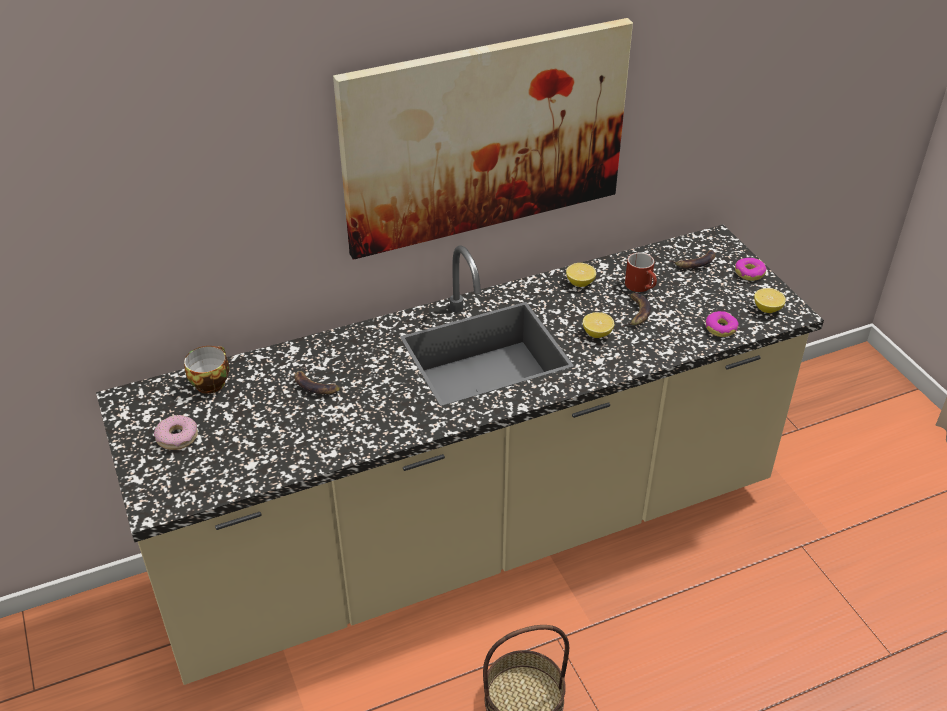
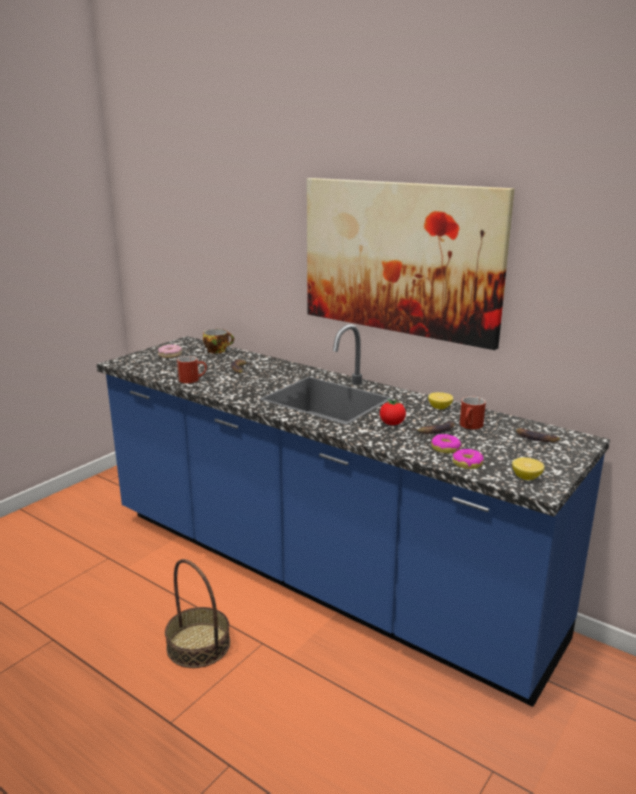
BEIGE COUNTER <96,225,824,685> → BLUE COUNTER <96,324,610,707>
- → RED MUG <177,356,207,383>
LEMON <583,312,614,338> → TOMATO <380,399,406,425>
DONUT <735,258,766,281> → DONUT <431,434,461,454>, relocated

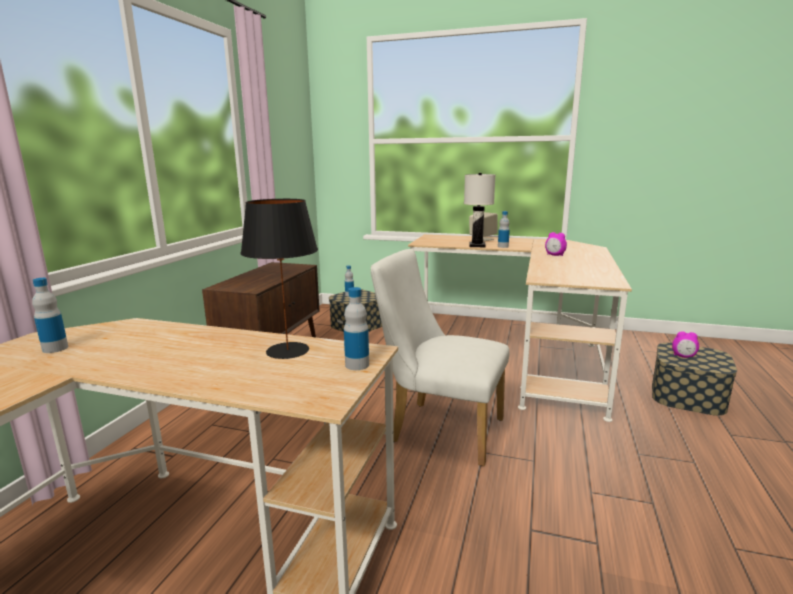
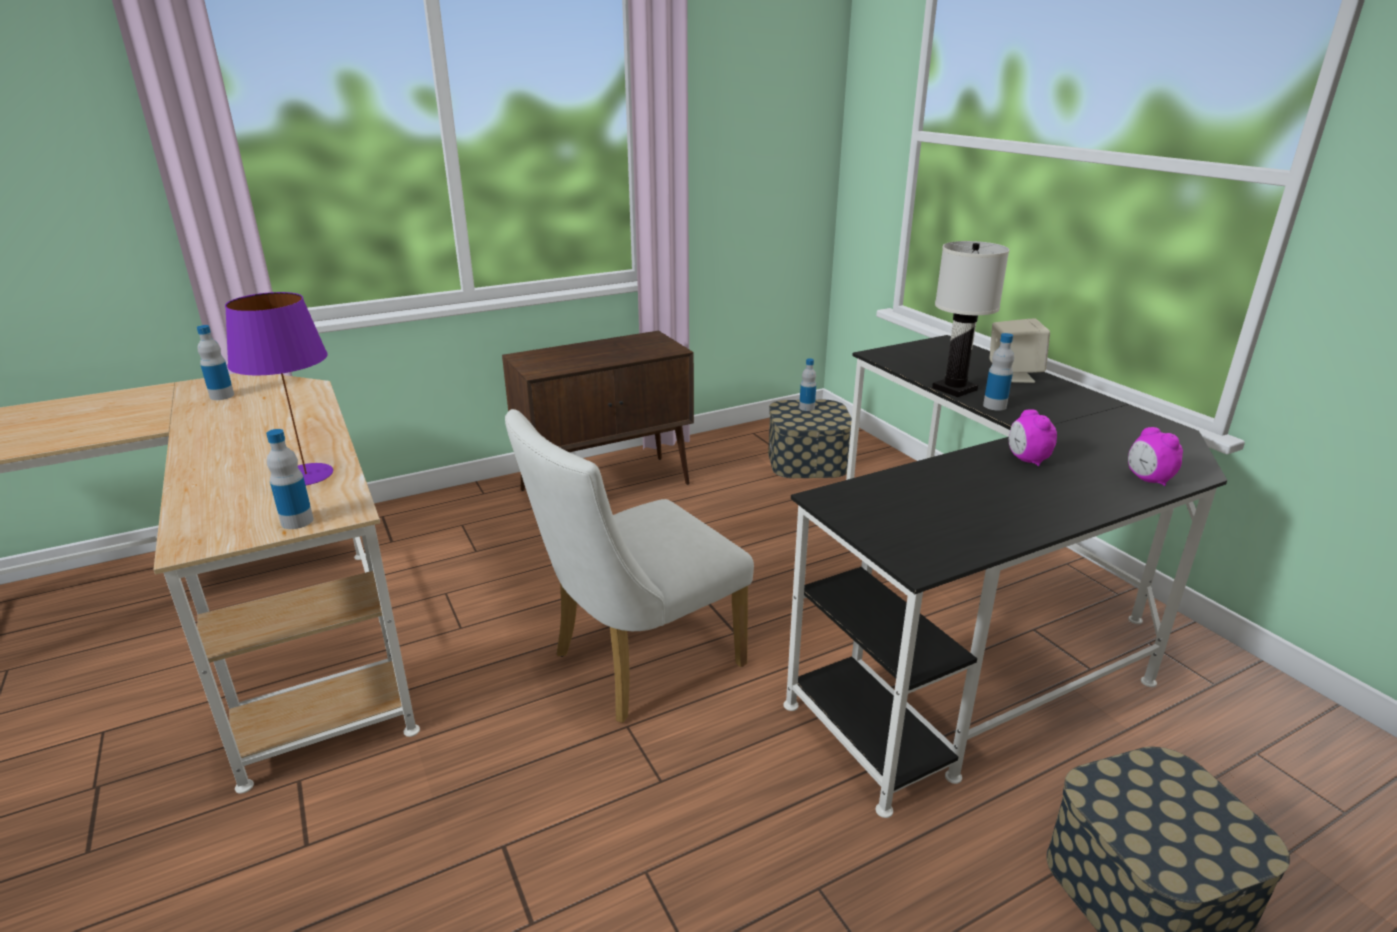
BLACK TABLE LAMP <240,199,318,359> → PURPLE TABLE LAMP <225,292,333,485>
WHITE CHAIR <371,249,510,466> → WHITE CHAIR <505,409,754,723>, 105 degrees counterclockwise
BEIGE DESK <408,234,632,422> → BLACK DESK <784,335,1227,818>
ALARM CLOCK <672,331,699,358> → ALARM CLOCK <1128,427,1183,486>, relocated

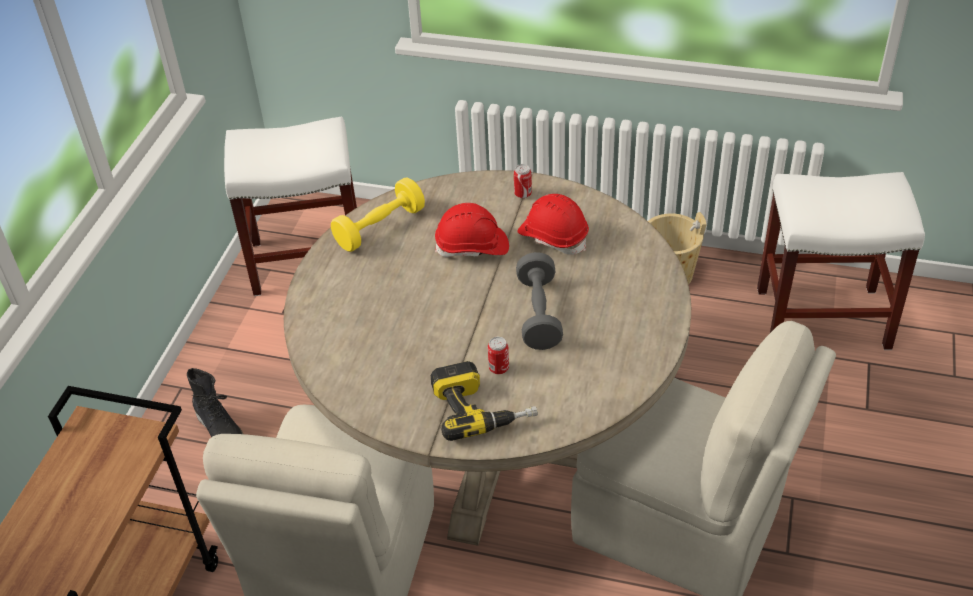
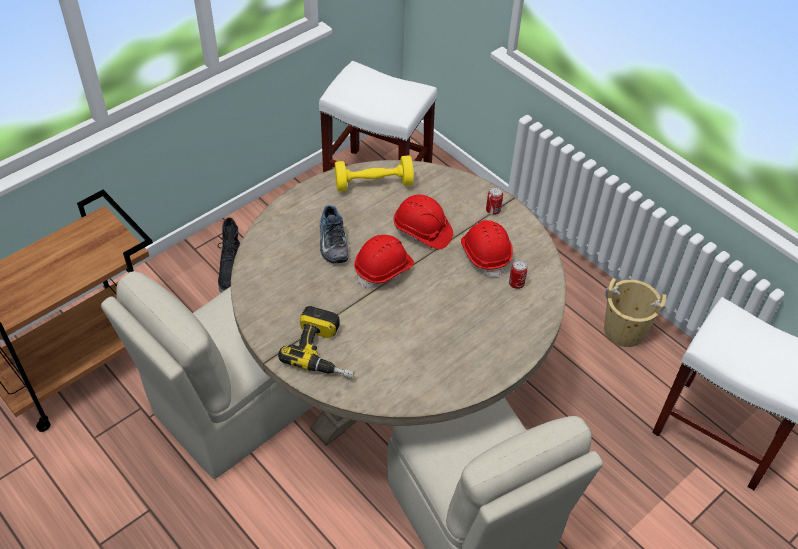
- → SHOE <320,205,349,263>
- → RED HARD HAT <354,235,414,288>
CAN <488,337,509,374> → CAN <509,260,528,289>, relocated
GREY DUMBBELL <516,252,563,350> → -

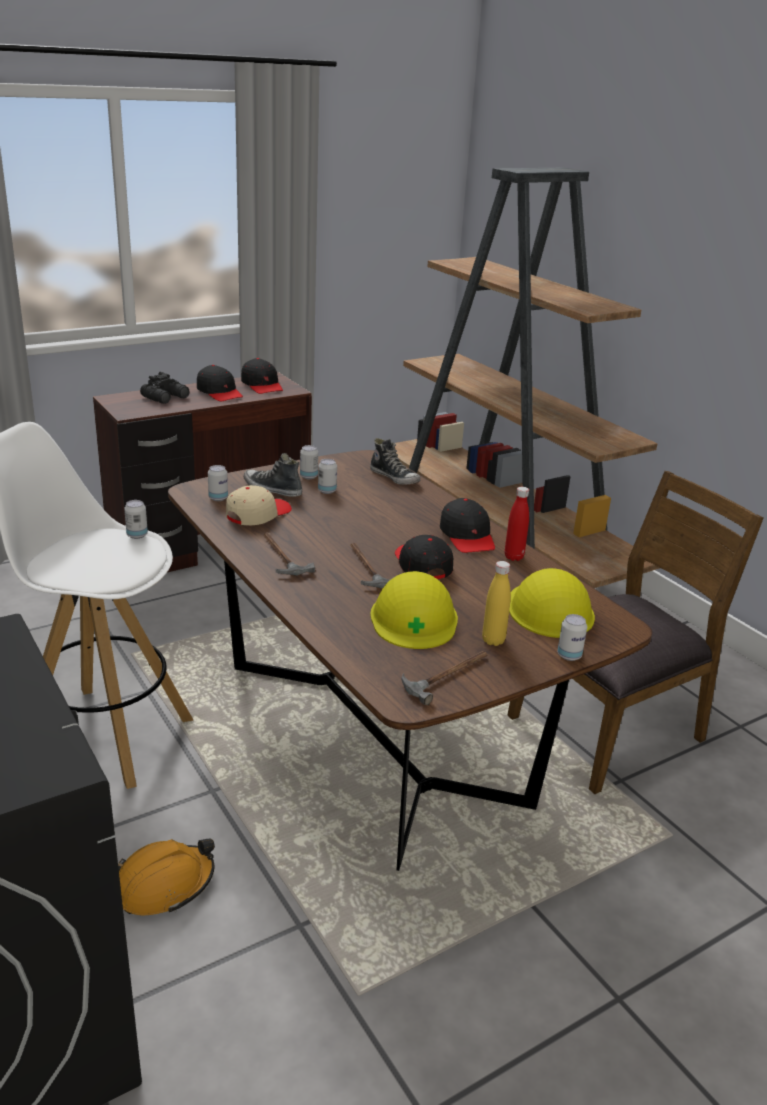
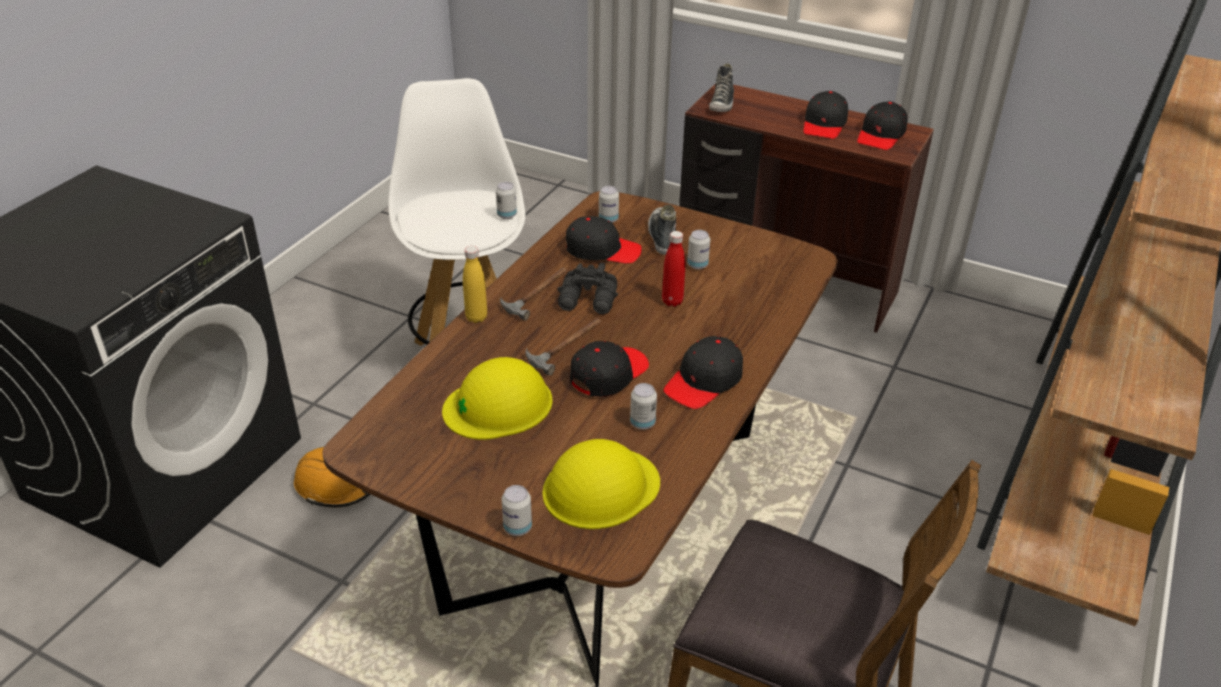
YELLOW BOTTLE <482,561,511,646> → YELLOW BOTTLE <463,246,487,323>, relocated
BLACK BINOCULARS <140,372,189,404> → BLACK BINOCULARS <557,263,618,314>, relocated
BEIGE CAP <226,485,292,526> → BLACK CAP <566,216,642,263>
CAN <300,445,318,479> → CAN <630,383,657,430>, relocated
RED BOTTLE <505,487,529,561> → RED BOTTLE <662,231,685,307>, relocated
SHOE <370,438,421,485> → SHOE <709,63,734,113>, relocated
HAMMER <401,651,488,705> → -

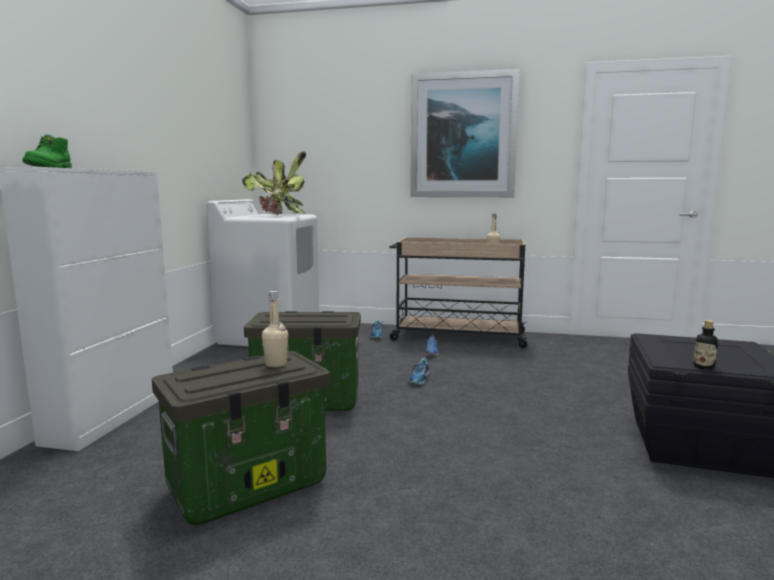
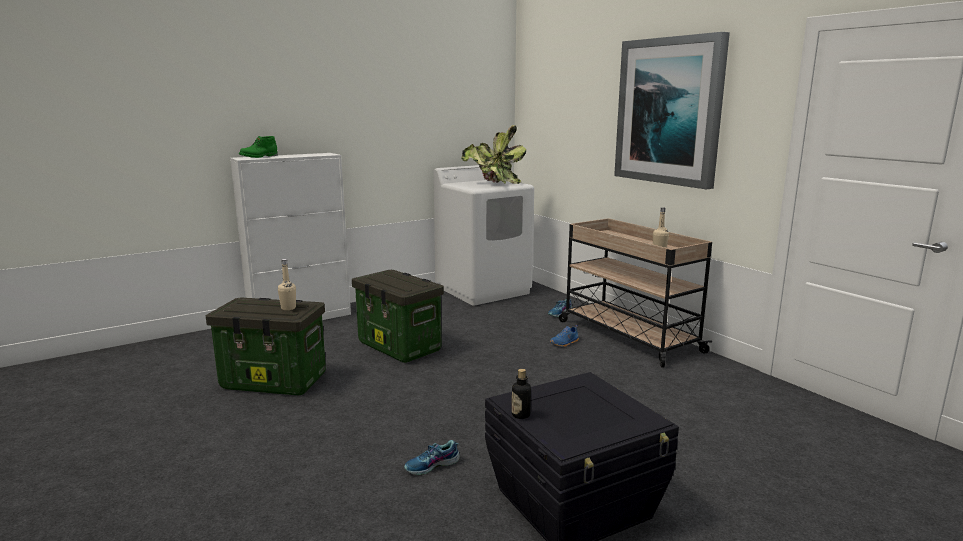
SHOE <408,358,430,385> → SHOE <404,440,460,475>, relocated

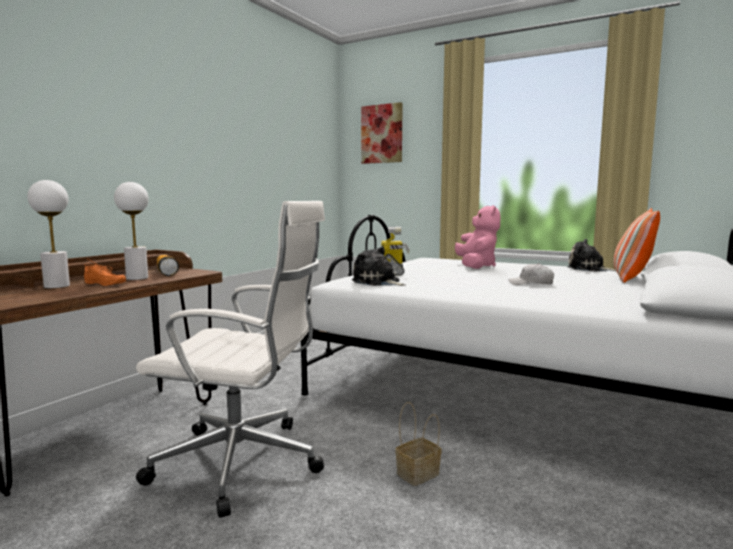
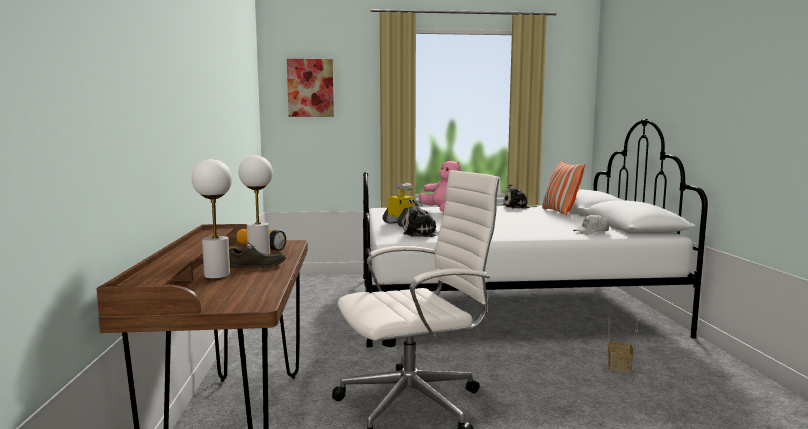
ORANGE SHOE <84,258,126,286> → GREY SHOE <229,241,286,268>
WHITE CAP <508,263,554,285> → WHITE CAP <573,214,609,234>, relocated
BASKET <395,402,442,486> → BASKET <608,317,638,374>, relocated

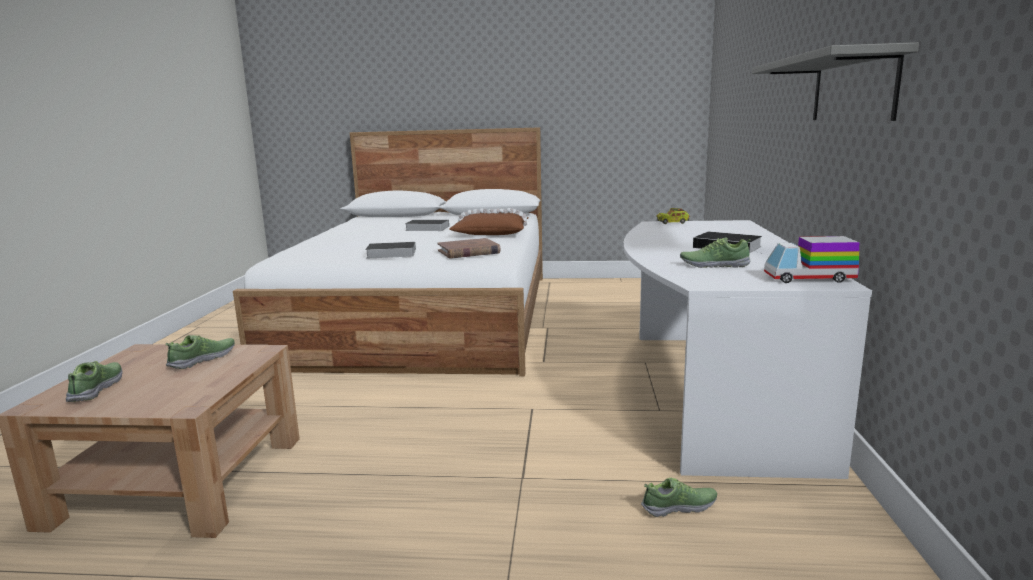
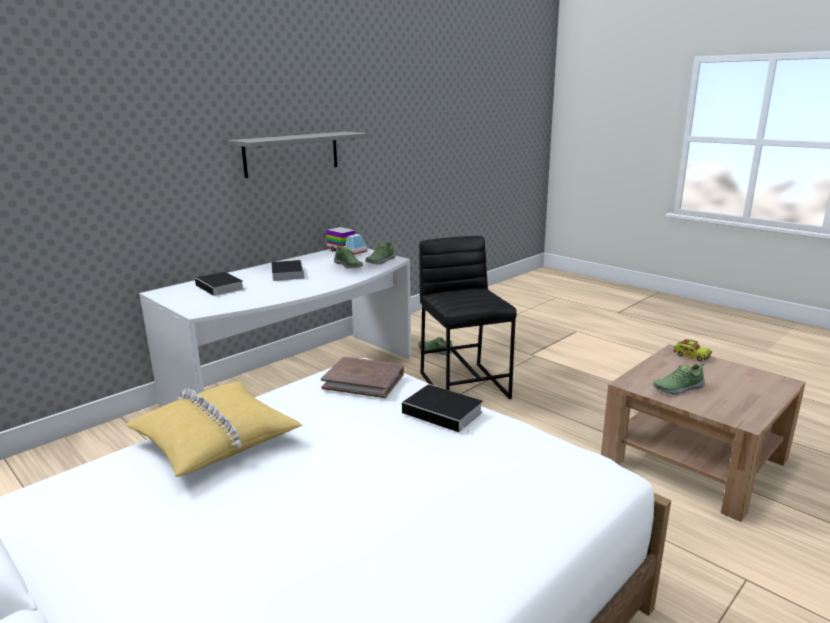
BROWN PILLOW <449,208,529,235> → YELLOW PILLOW <125,382,302,477>
BOOK <405,220,449,231> → BOOK <195,272,244,297>, relocated
SHOE <66,361,123,402> → SHOE <365,241,396,264>, relocated
- → BLACK STOOL <419,236,517,399>
TOY TRUCK <656,208,690,224> → TOY TRUCK <673,339,712,361>, relocated

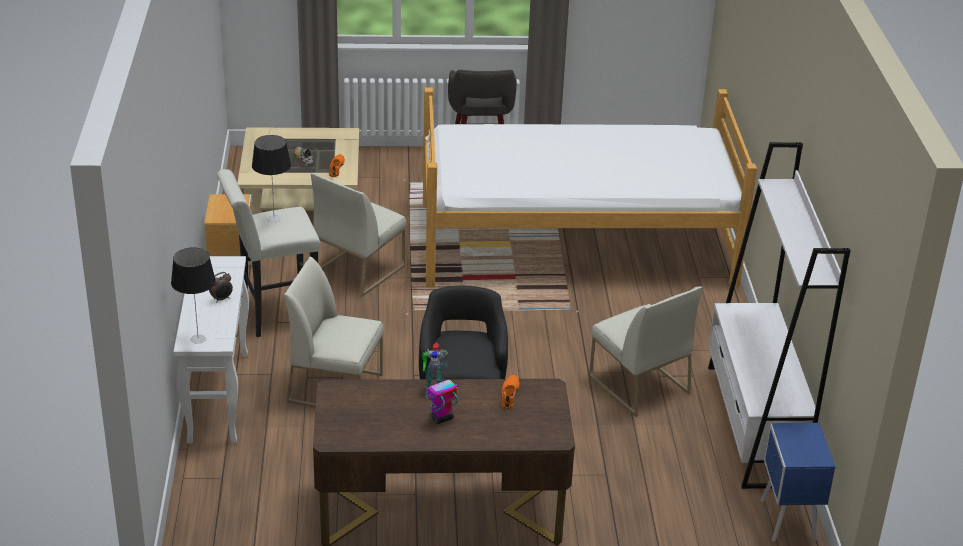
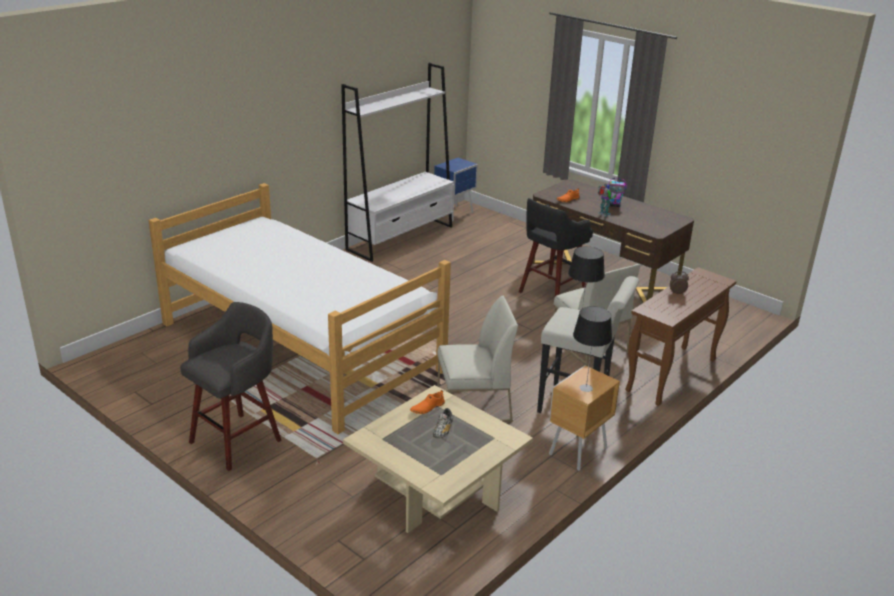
TABLE LAMP <171,247,216,344> → TABLE LAMP <573,306,612,392>, relocated
WHITE CONSOLE TABLE <174,256,249,444> → BROWN CONSOLE TABLE <625,267,737,406>
WHITE CHAIR <589,286,703,417> → -

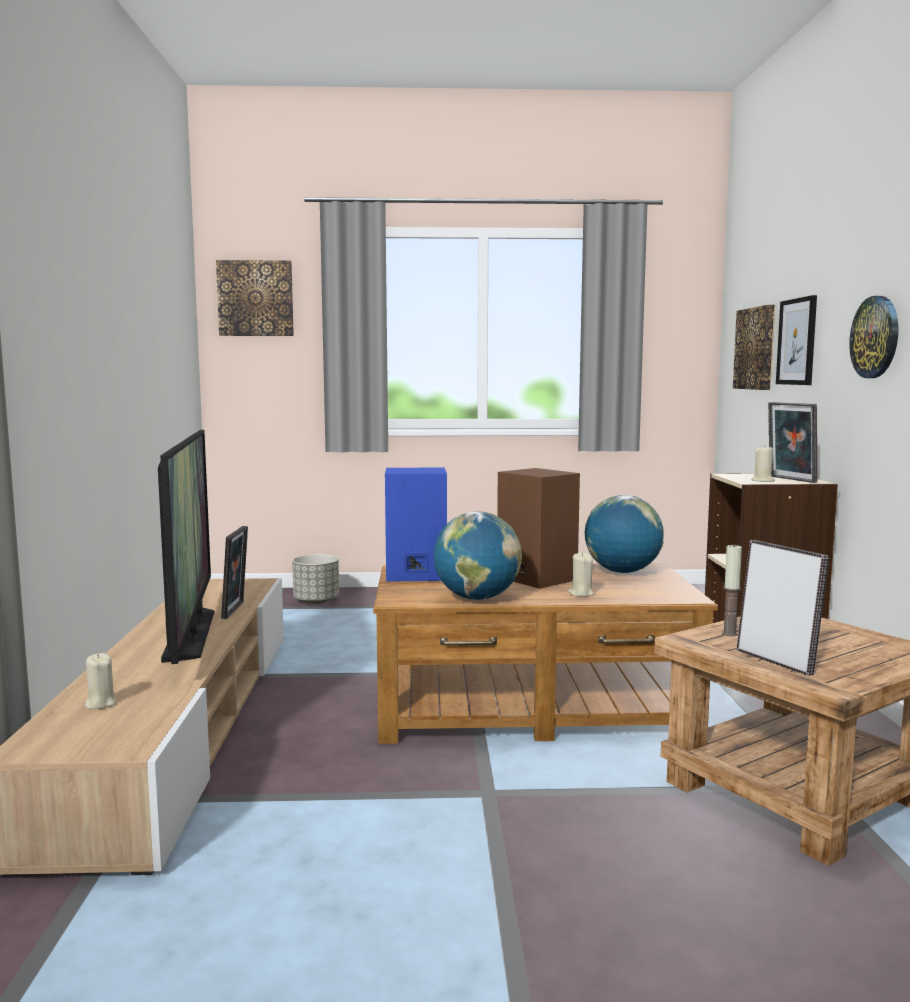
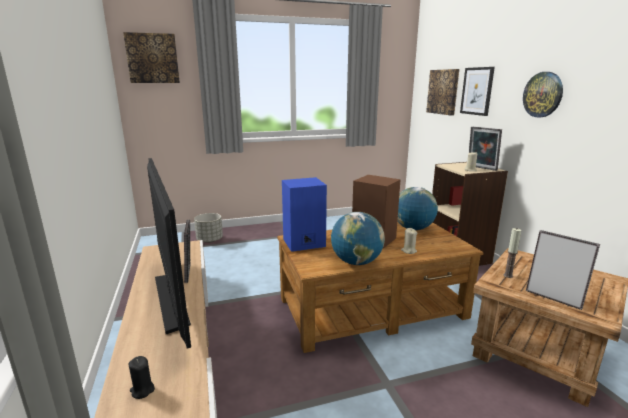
BEIGE CANDLE <85,653,117,709> → BLACK CANDLE <128,356,155,399>

